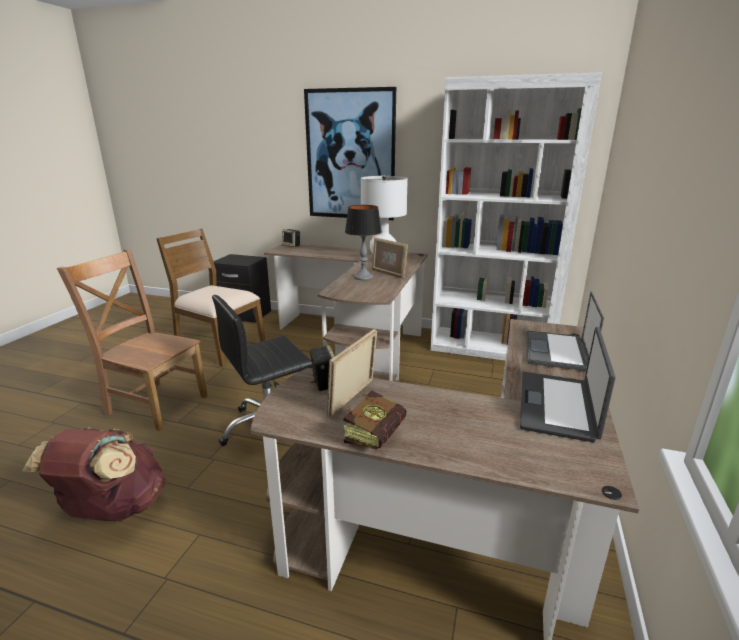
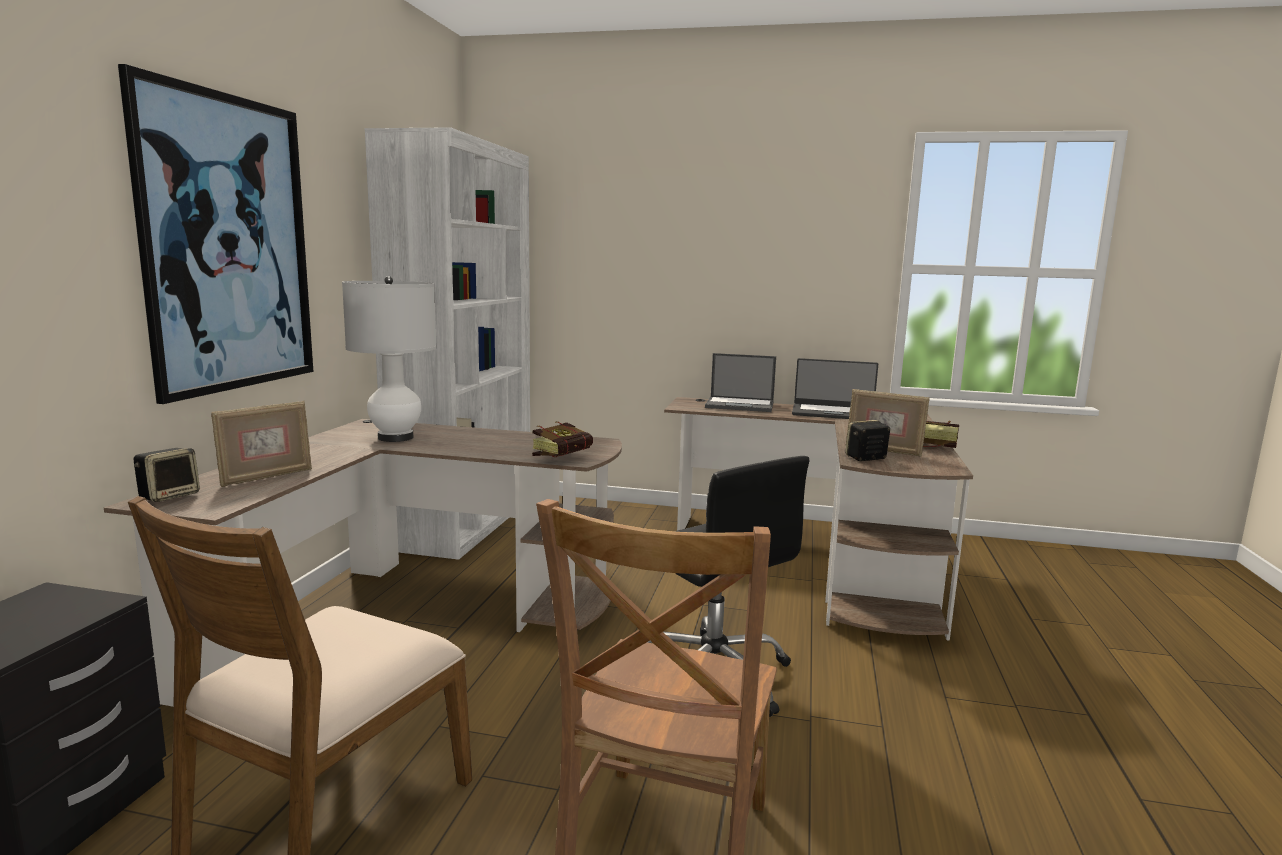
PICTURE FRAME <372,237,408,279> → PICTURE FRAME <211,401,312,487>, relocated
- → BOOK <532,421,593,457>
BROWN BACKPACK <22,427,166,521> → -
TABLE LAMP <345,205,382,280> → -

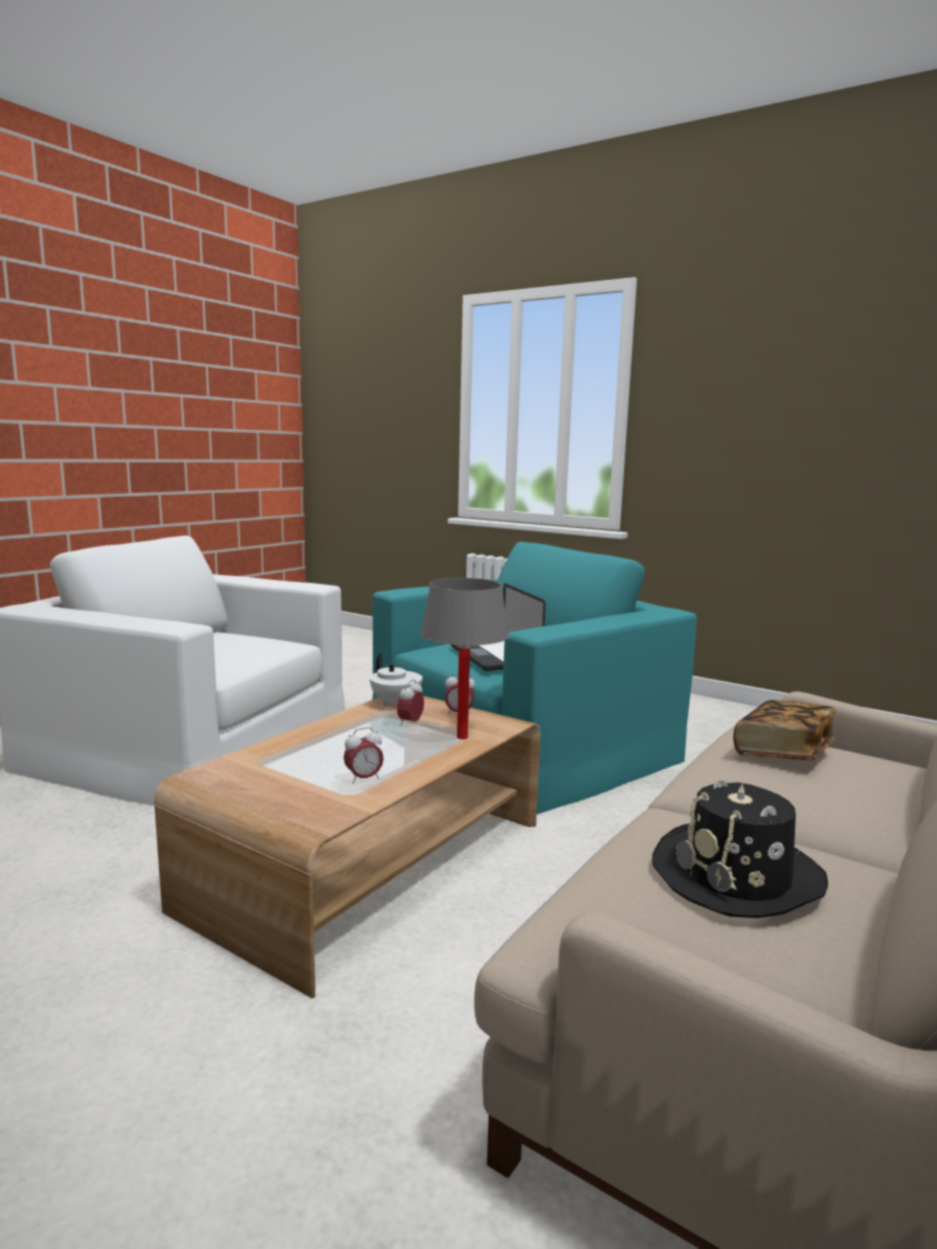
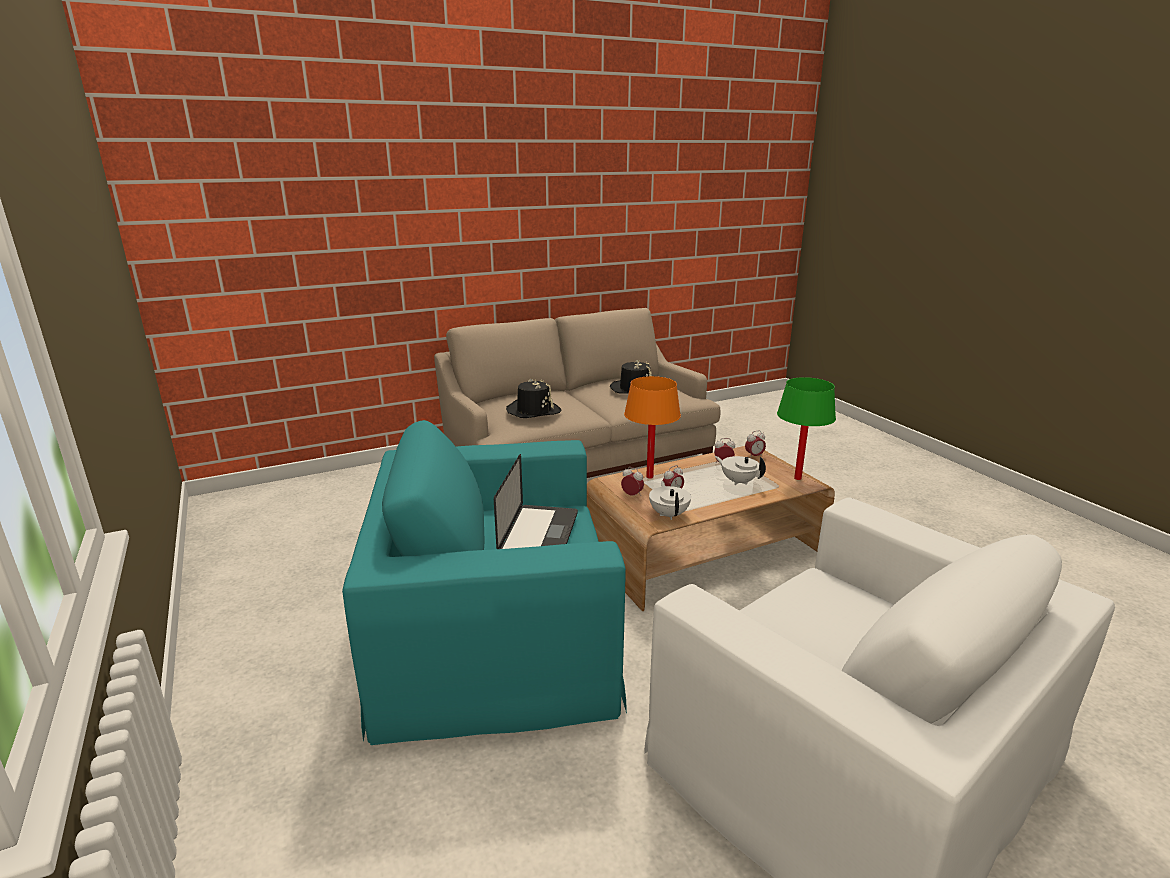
BOOK <733,700,836,761> → BLACK HAT <506,379,562,418>
GREY TABLE LAMP <420,578,509,739> → ORANGE TABLE LAMP <624,376,681,479>
- → WHITE TEAPOT <715,456,766,485>
- → ALARM CLOCK <745,430,766,458>
- → GREEN TABLE LAMP <777,377,836,480>

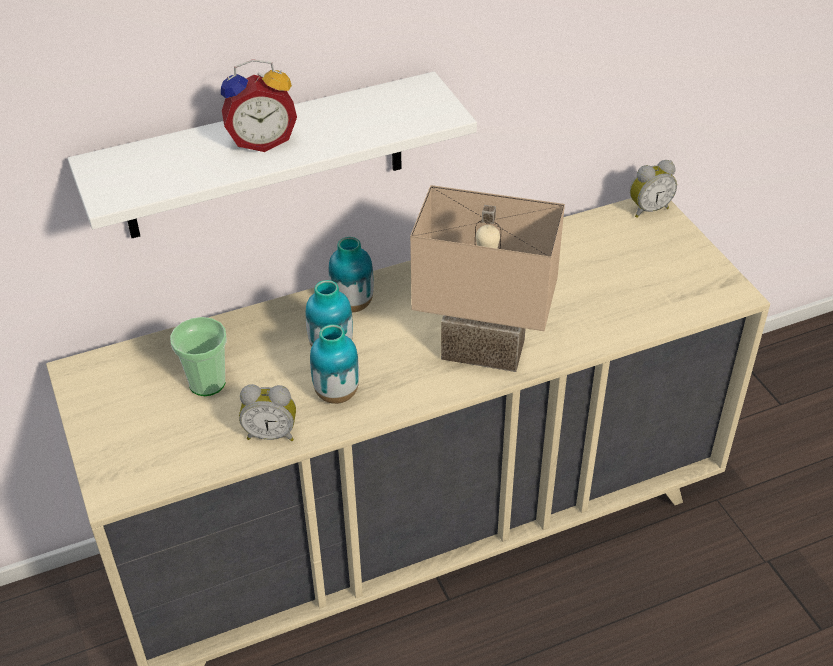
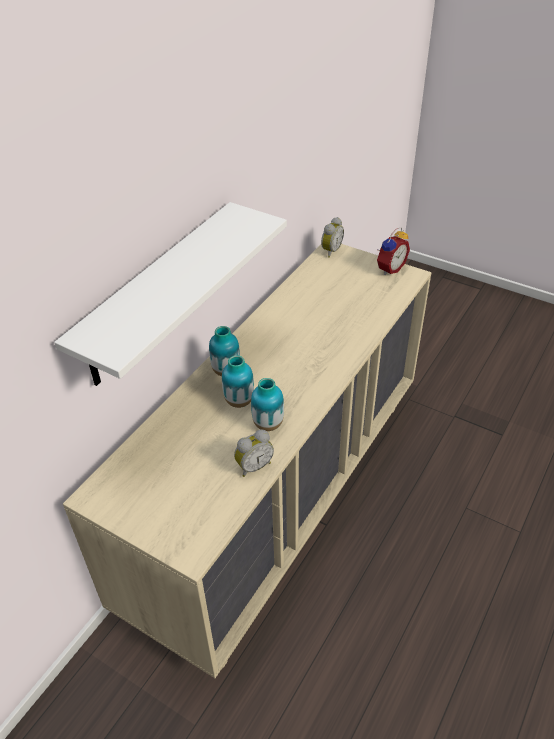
ALARM CLOCK <221,59,297,152> → ALARM CLOCK <377,227,410,275>, relocated
CUP <170,317,227,396> → -
BEIGE TABLE LAMP <410,185,565,372> → -

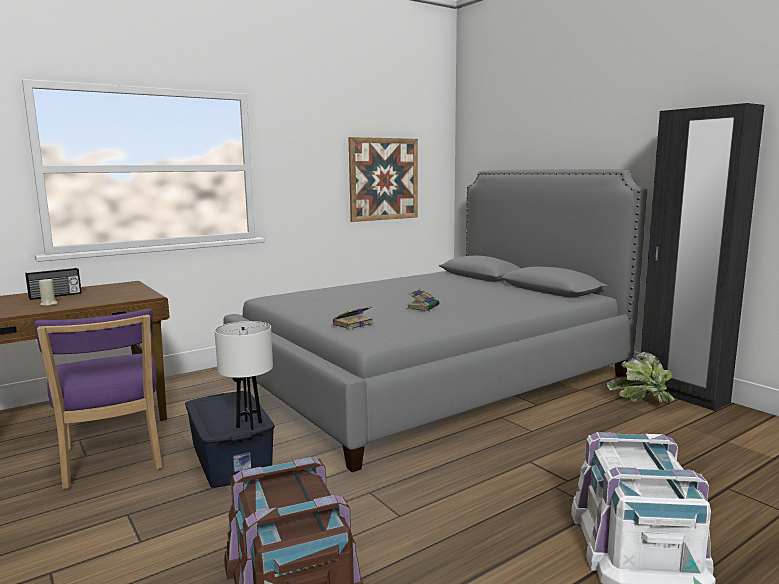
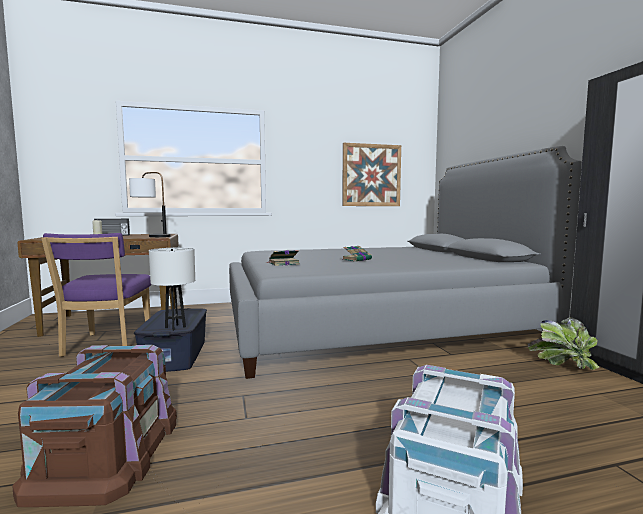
- → TABLE LAMP <129,172,171,237>

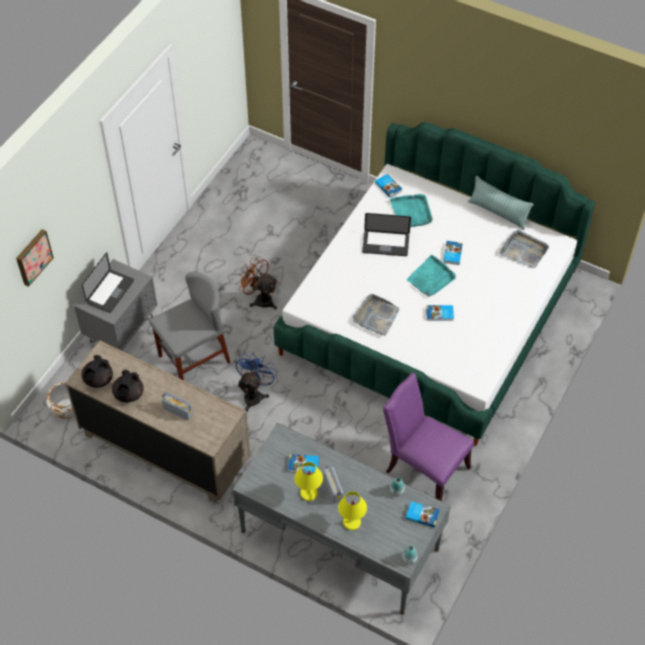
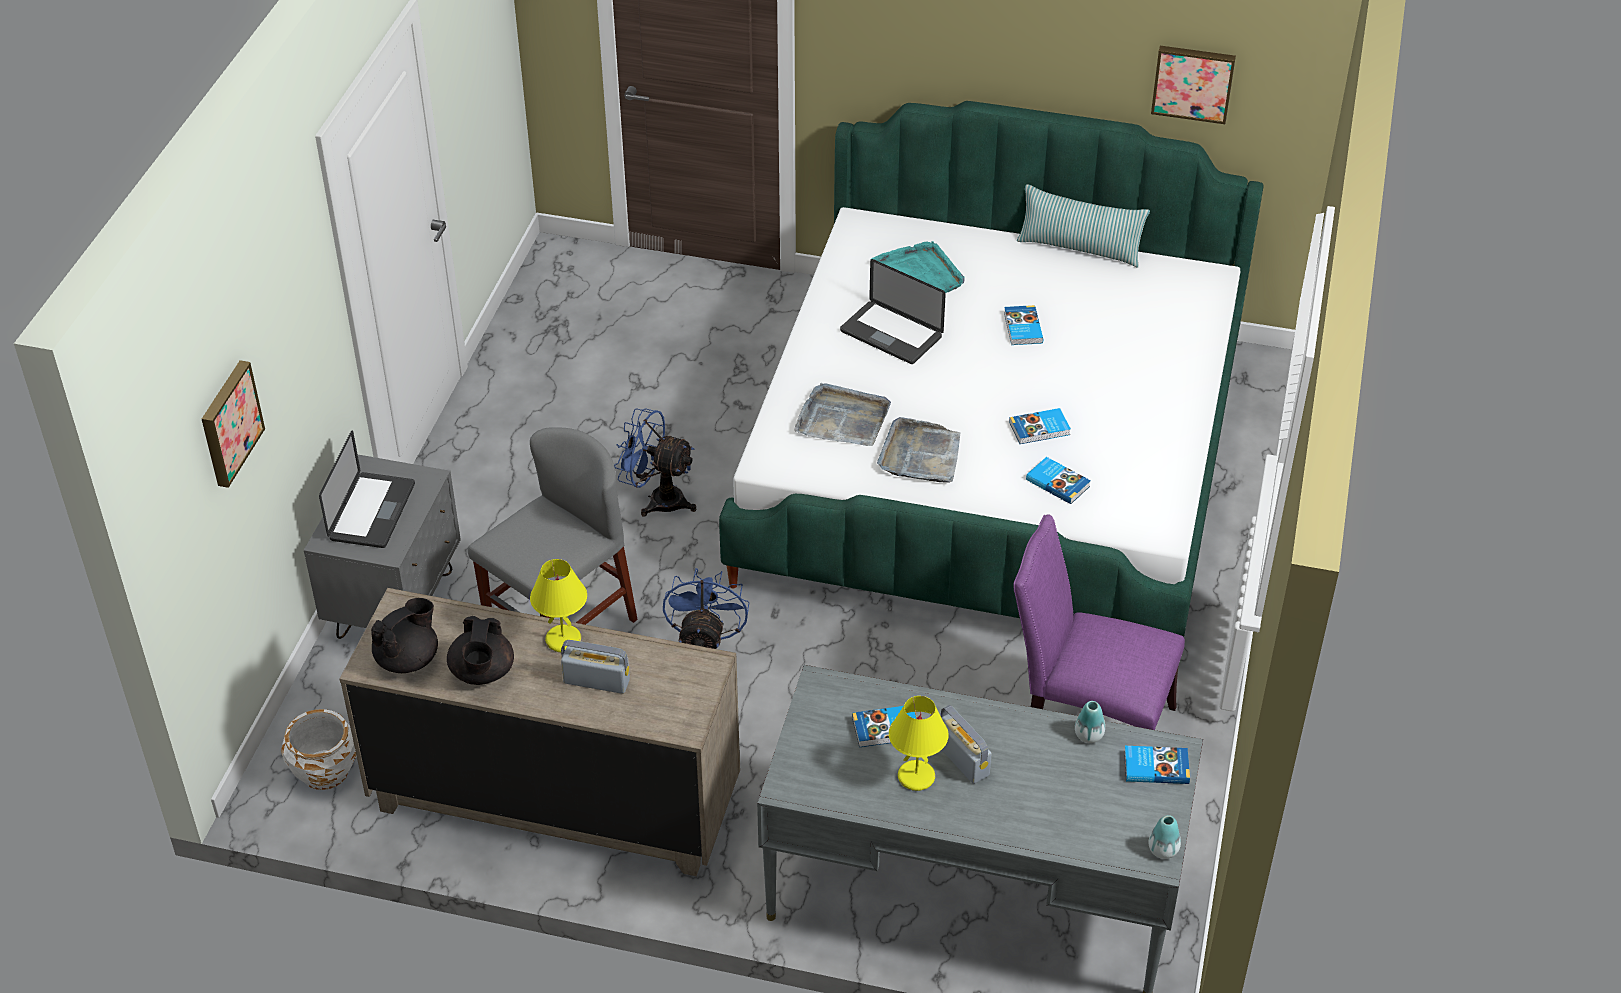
BLACK TEAPOT <81,355,113,388> → BLACK TEAPOT <371,598,438,673>, 150 degrees counterclockwise
YELLOW TABLE LAMP <338,492,367,530> → YELLOW TABLE LAMP <530,559,587,652>, relocated
BROWN FAN <238,257,278,310> → BLUE FAN <614,408,696,517>
GREY TRAY <499,230,549,269> → GREY TRAY <794,383,891,446>, relocated
LAPTOP <362,213,411,256> → LAPTOP <840,259,946,364>, 45 degrees clockwise
BOOK <375,174,402,198> → BOOK <1026,457,1091,504>, relocated
- → PICTURE <1151,46,1236,124>
TURQUOISE TRAY <407,255,456,296> → -

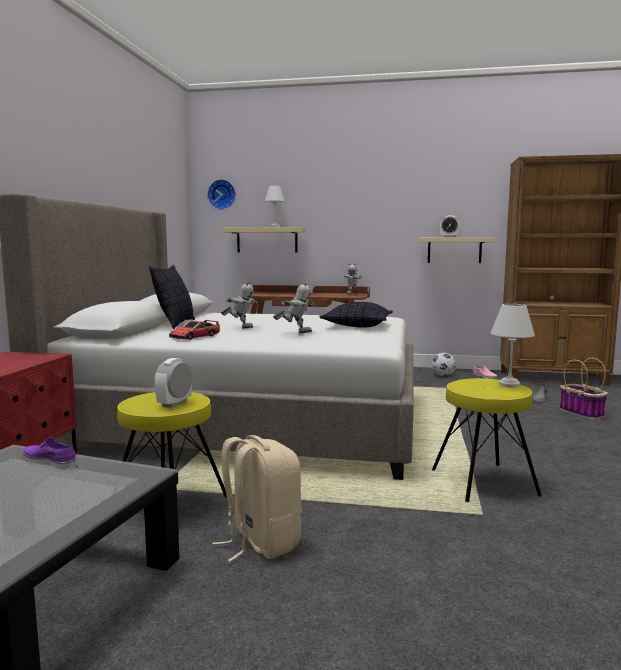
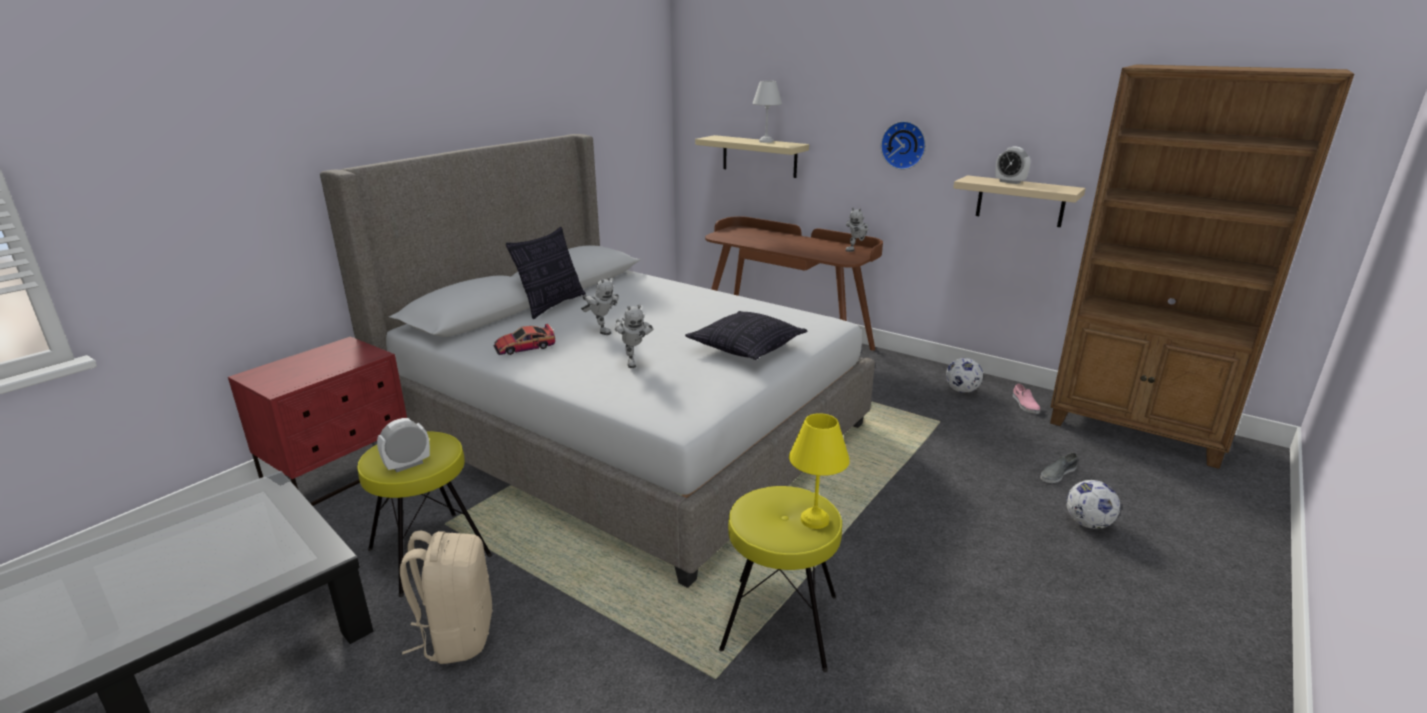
TOY ROBOT <273,282,315,333> → TOY ROBOT <615,304,653,368>, 45 degrees clockwise
WHITE TABLE LAMP <491,304,535,387> → YELLOW TABLE LAMP <789,413,850,529>
WALL CLOCK <207,179,236,210> → WALL CLOCK <881,121,926,170>, relocated
BASKET <560,358,608,420> → FOOTBALL <1066,480,1121,529>
PURPLE SHOE <23,438,76,469> → -

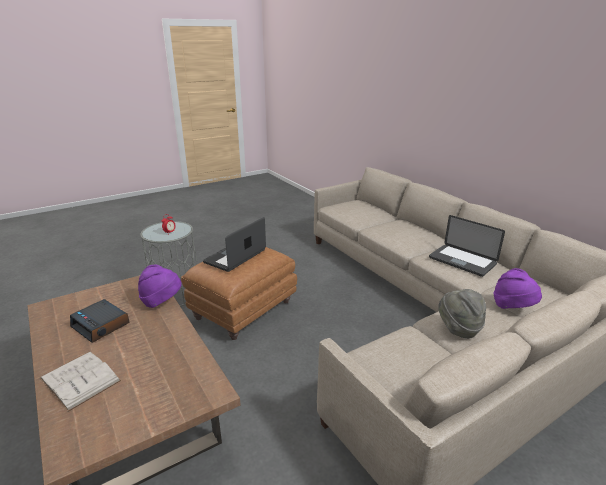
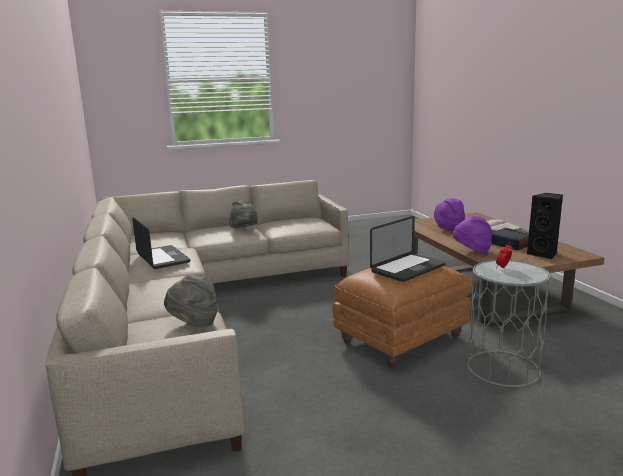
- → GREY HAT <164,274,218,327>
PURPLE HAT <494,268,542,309> → PURPLE HAT <434,198,465,232>, relocated
- → BLACK SPEAKER <527,193,563,259>

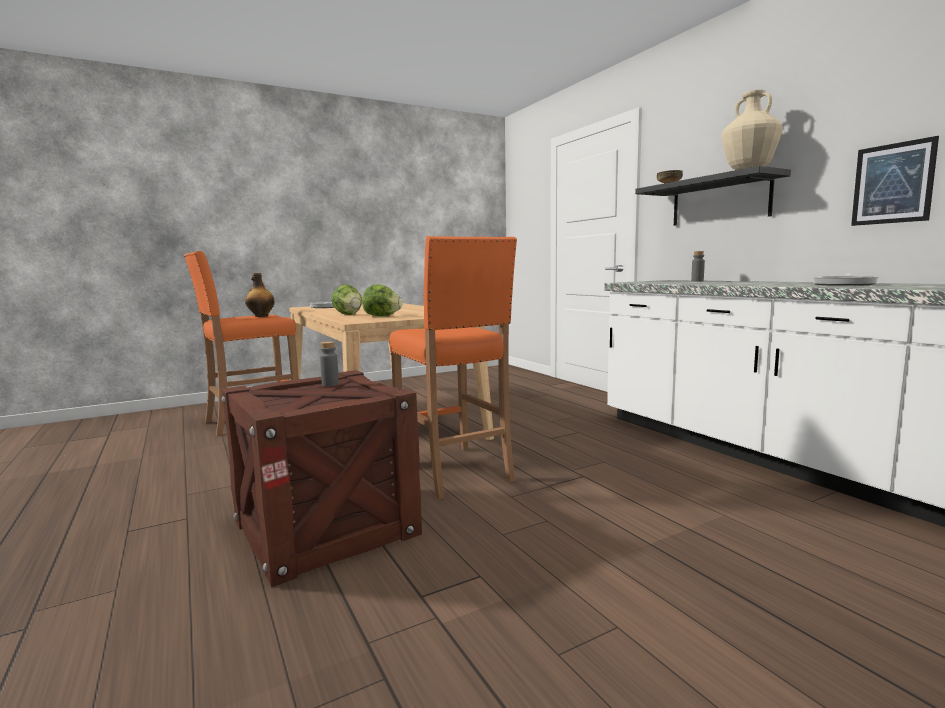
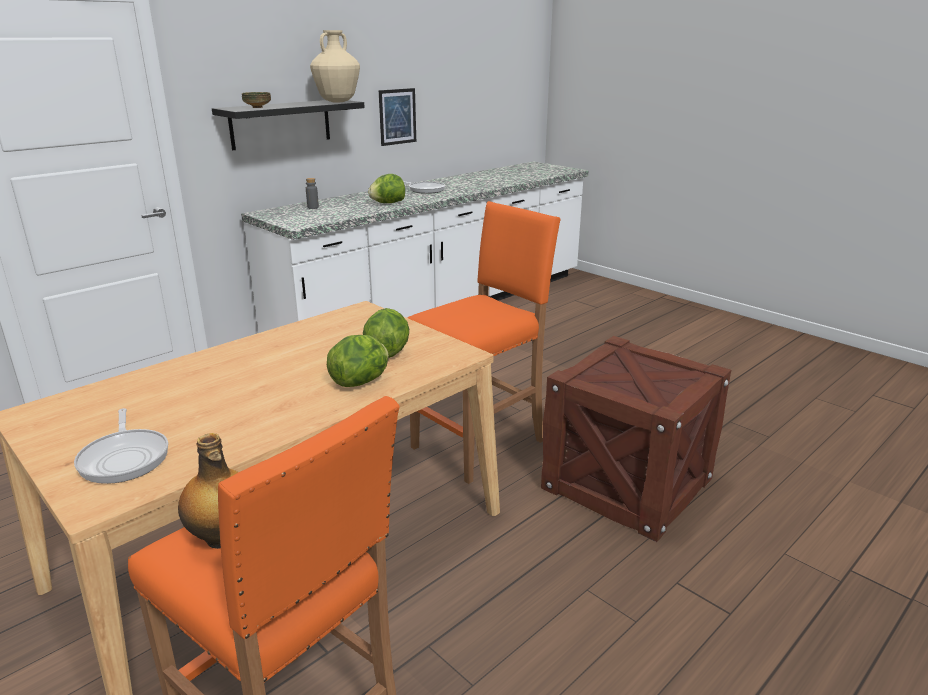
- → LETTUCE <368,174,405,203>
GREY BOTTLE <320,341,339,386> → -

